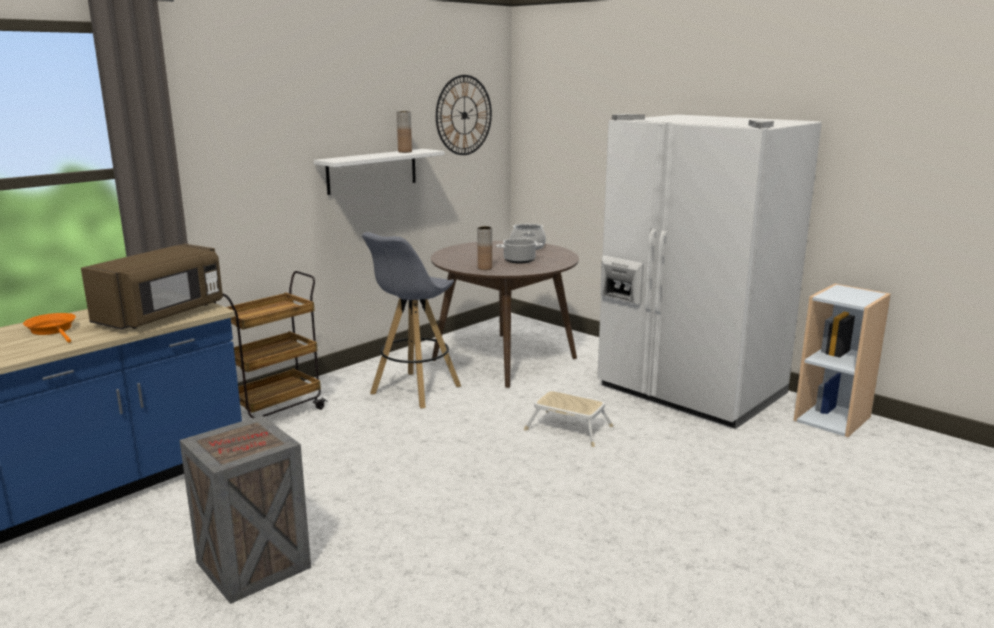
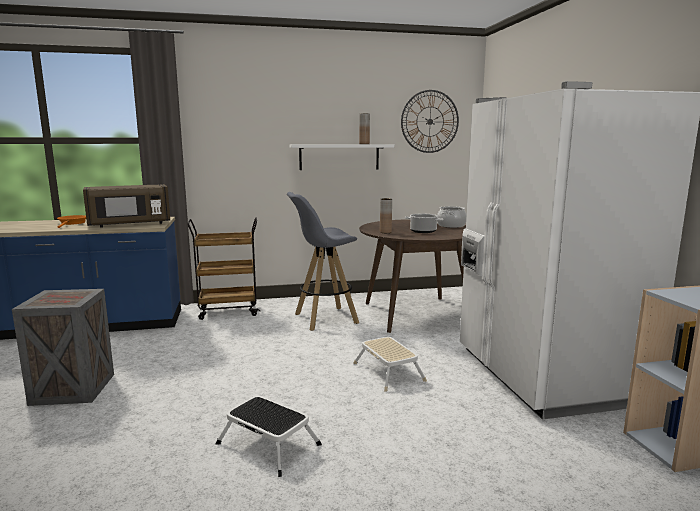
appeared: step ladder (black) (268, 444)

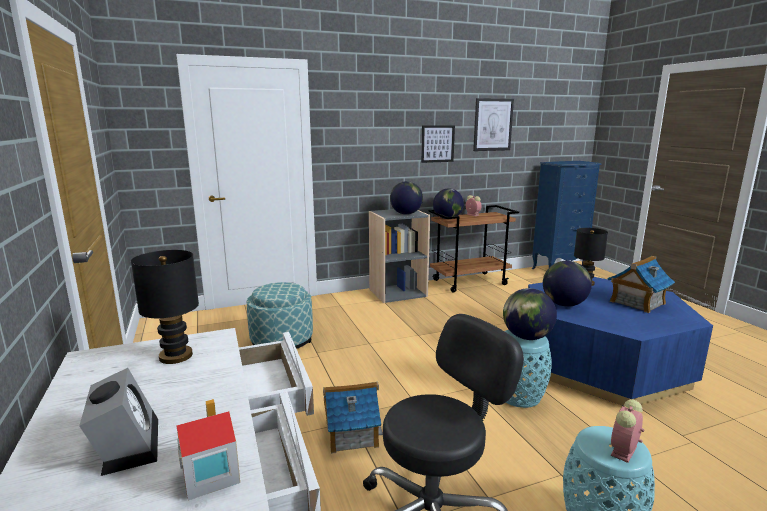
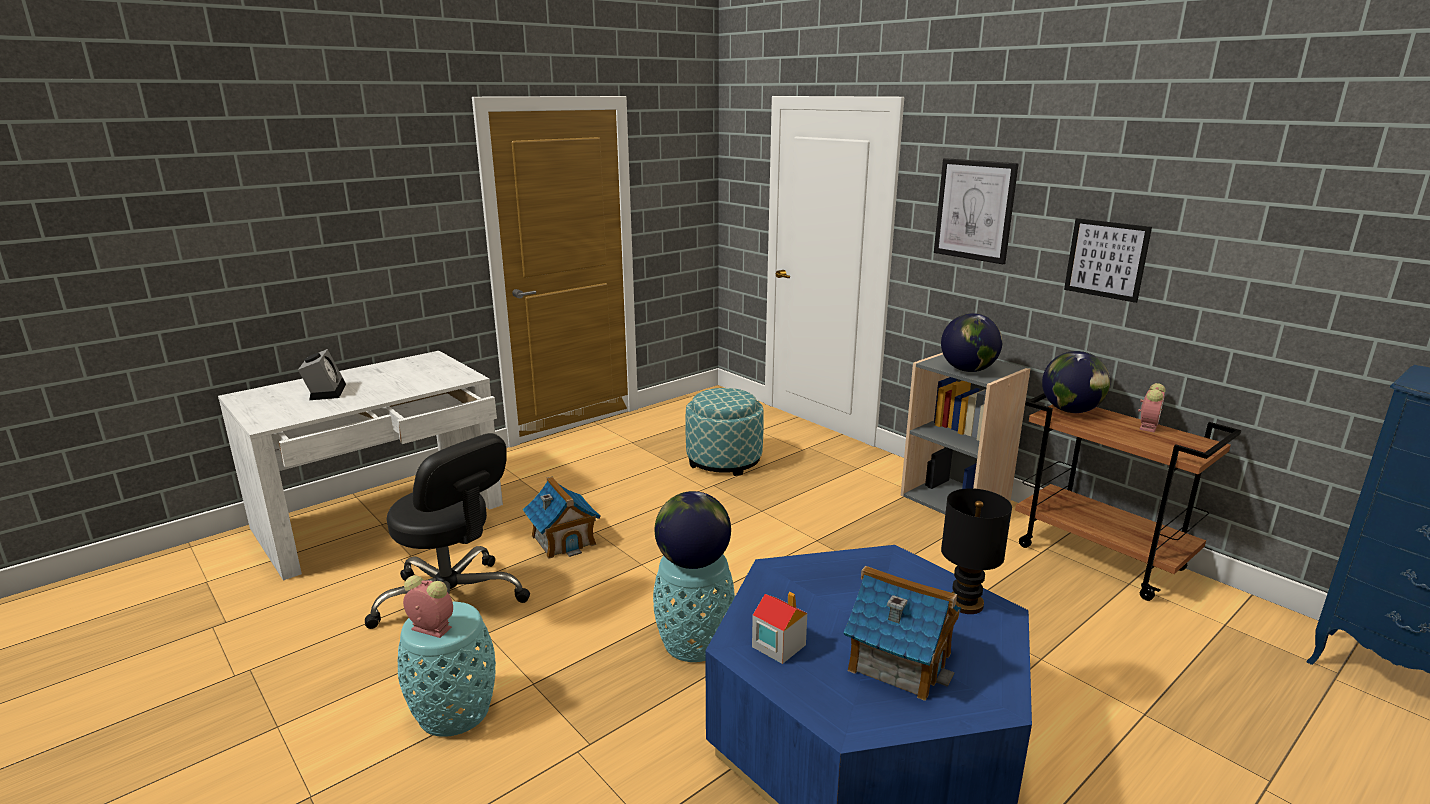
missing: table lamp (black) (175, 356); globe (564, 304)
relocated: toy house (209, 475) to (778, 645); picture (493, 124) to (974, 210)
spun: alarm clock (127, 444) = (325, 391) 60 degrees counterclockwise

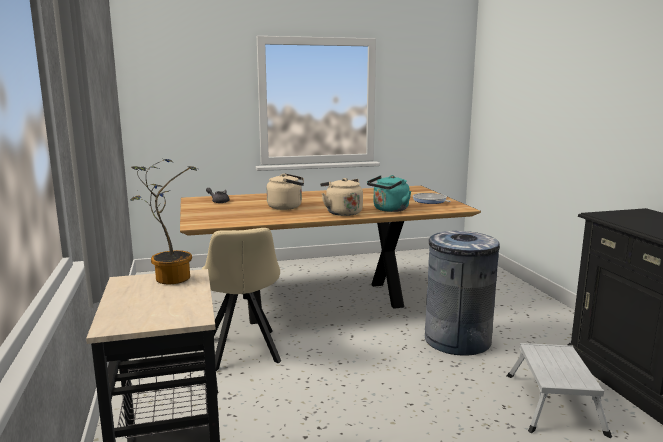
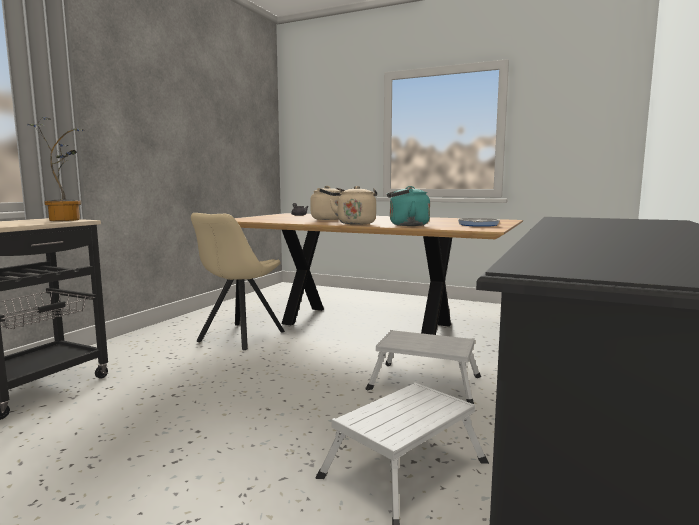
exchanged: trash can (grey) (457, 340) to step ladder (white) (426, 383)

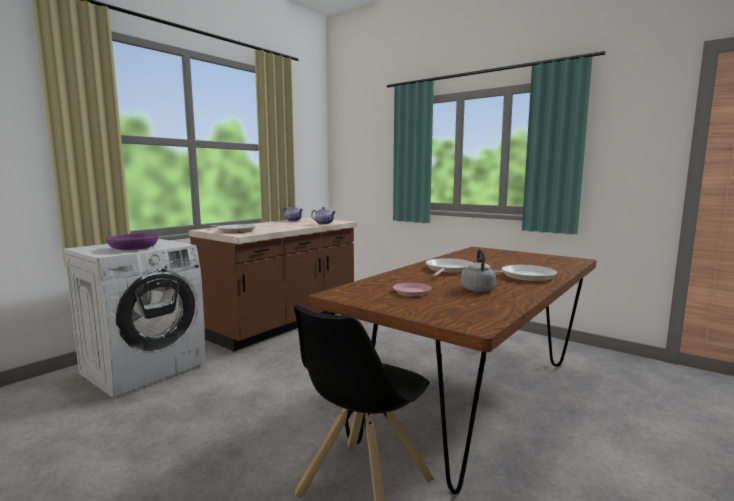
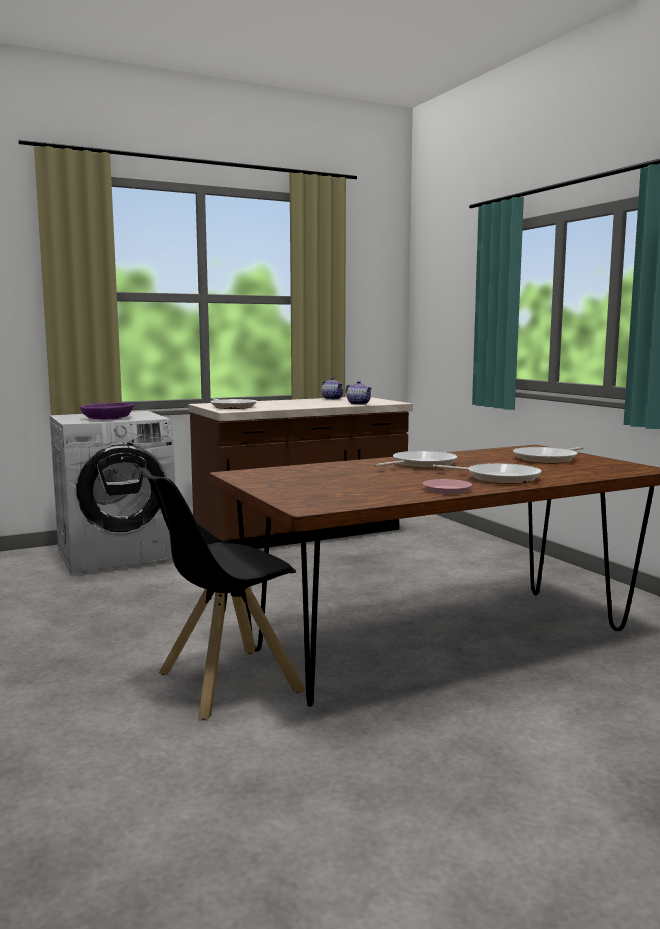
missing: kettle (grey) (477, 289)
appeared: frying pan (547, 459)
relocated: plate (pink) (411, 292) to (446, 490)

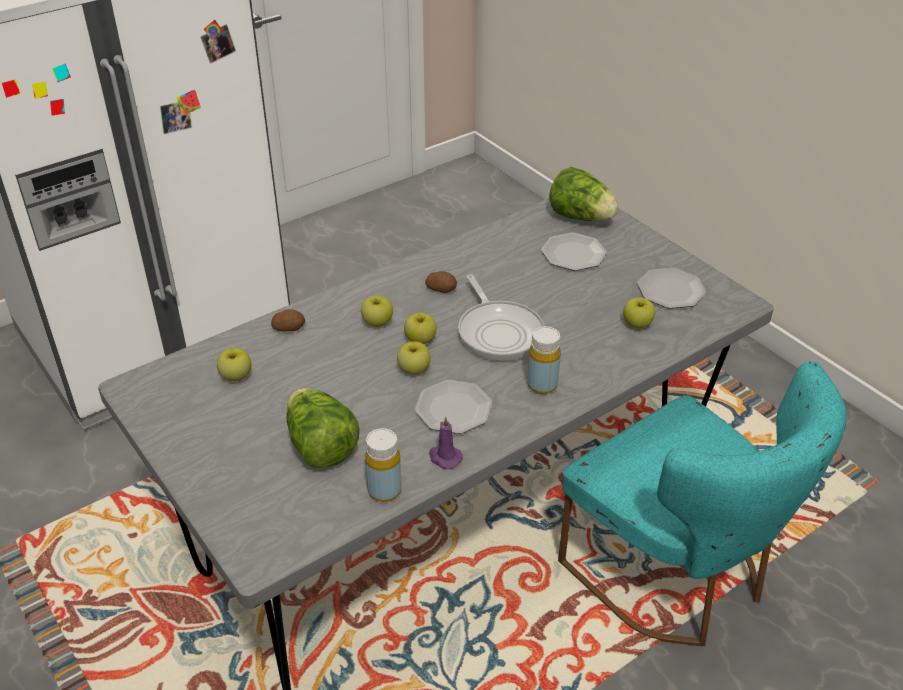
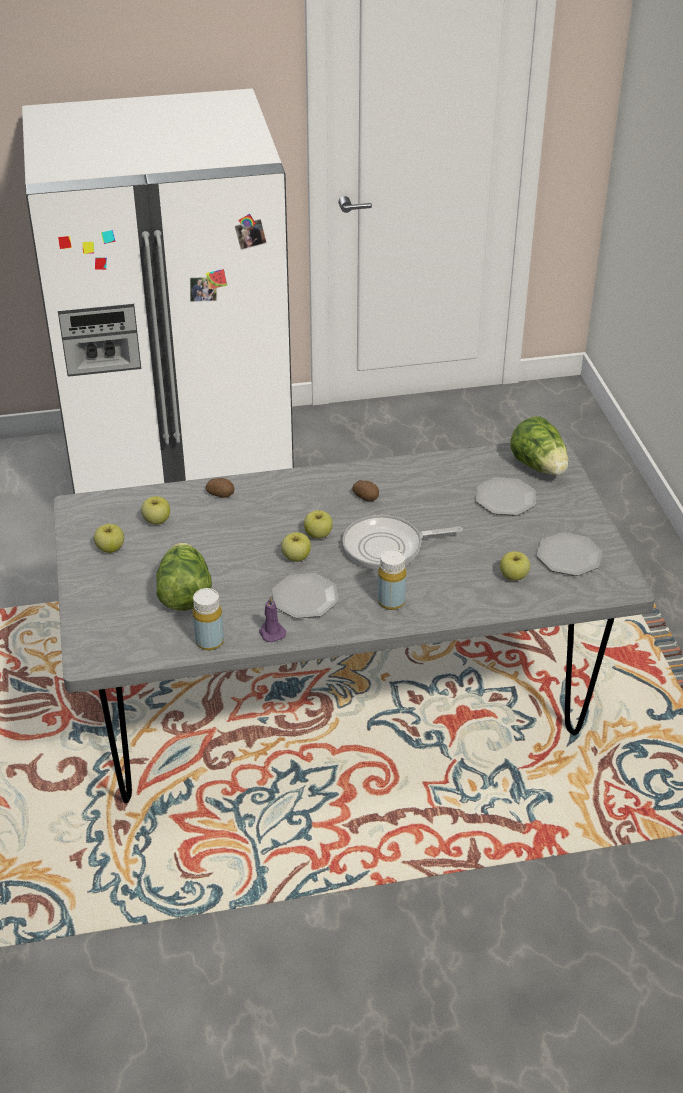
missing: chair (turquoise) (677, 577)
relocated: apple (377, 322) to (110, 548)
spun: frying pan (498, 332) = (388, 547) 75 degrees clockwise

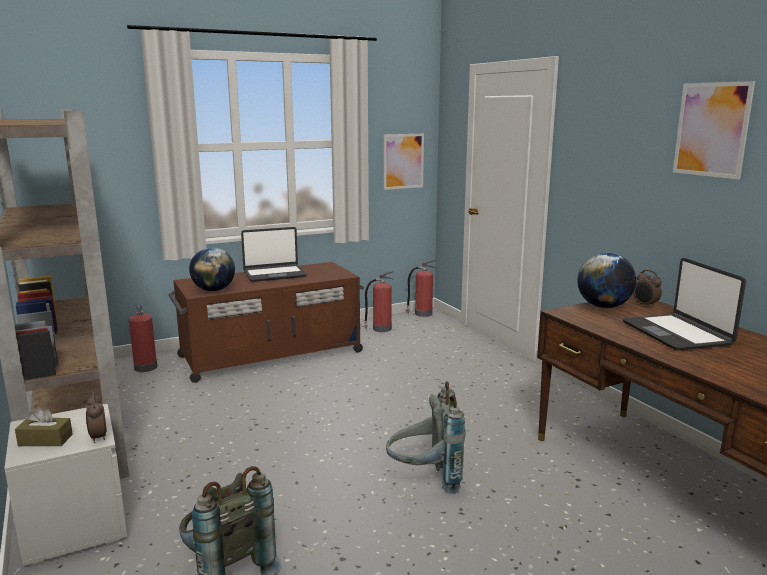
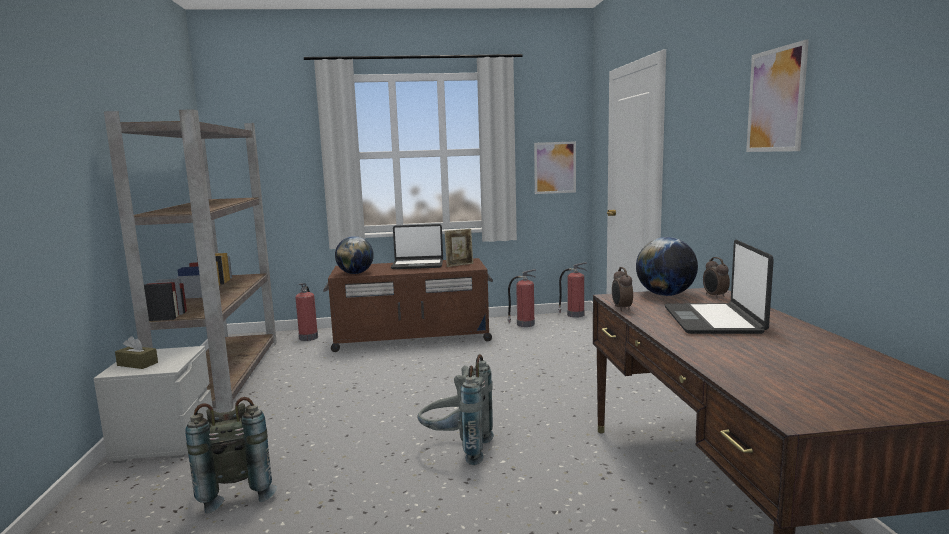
appeared: picture frame (459, 265)
relocated: alarm clock (98, 438) to (621, 308)

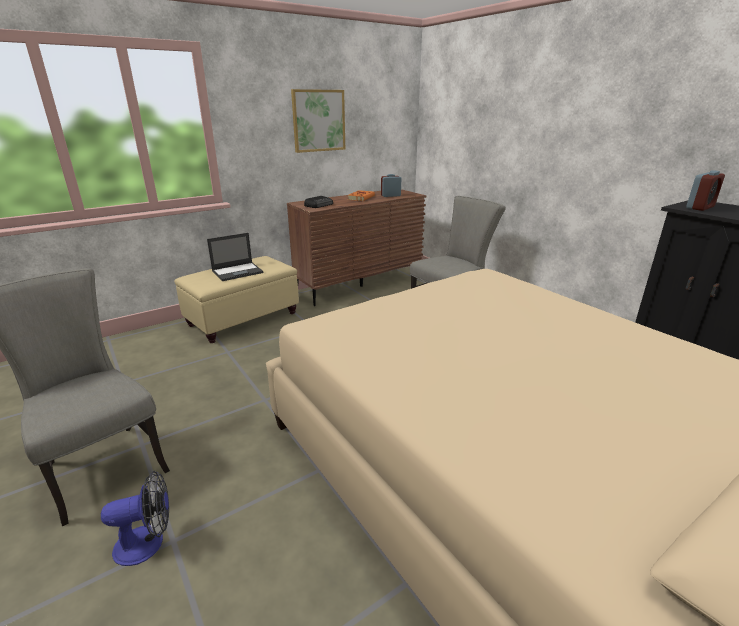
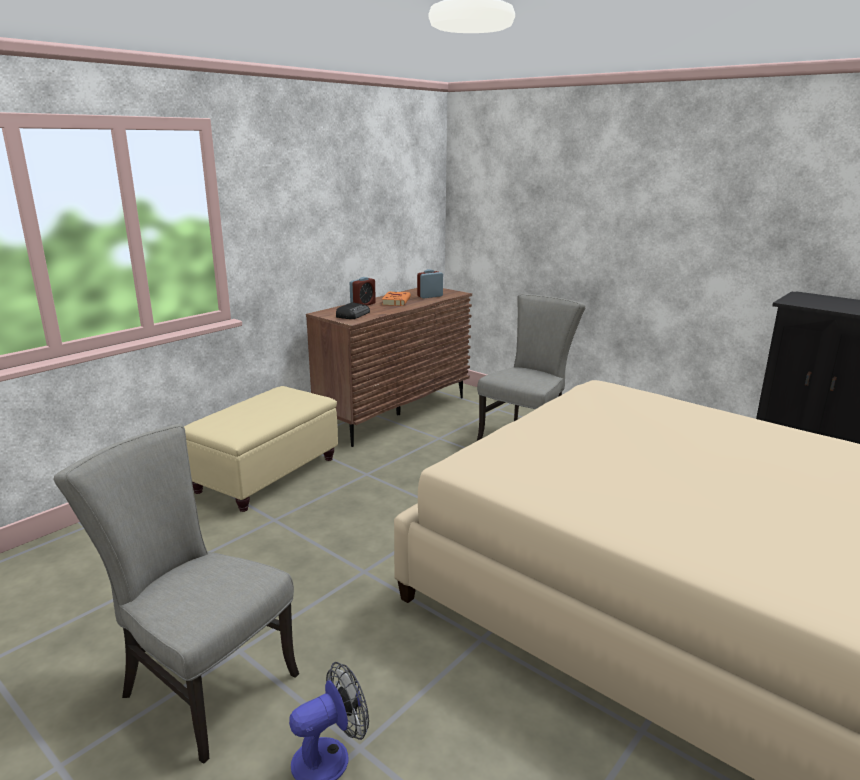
missing: laptop (238, 271); picture (318, 121)
relocated: alarm clock (700, 207) to (363, 304)

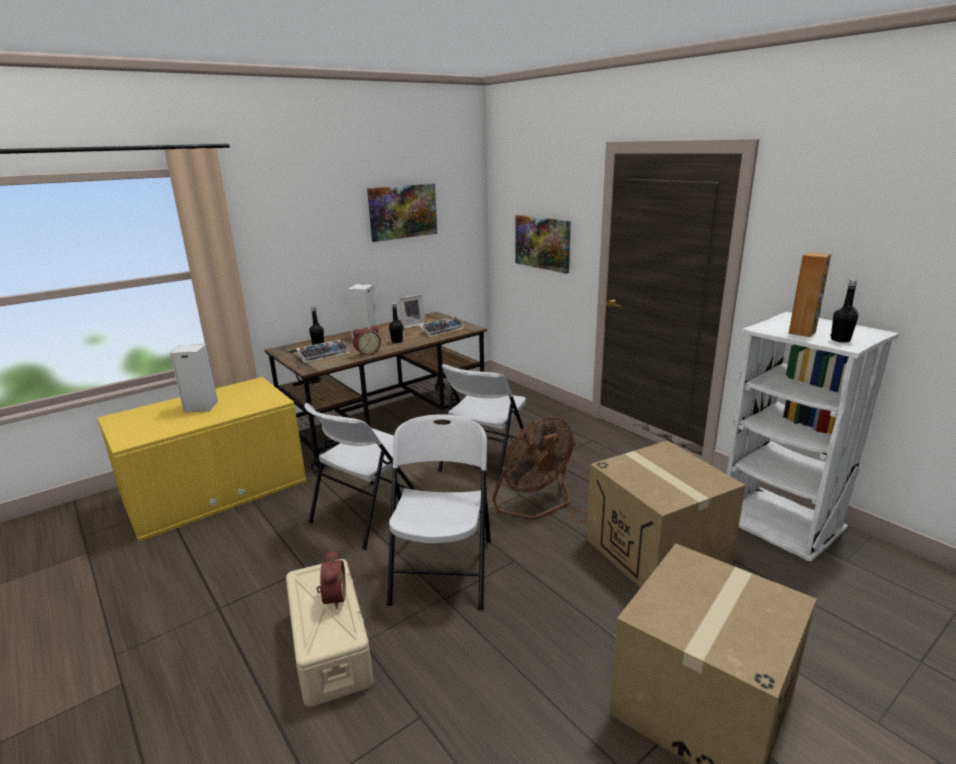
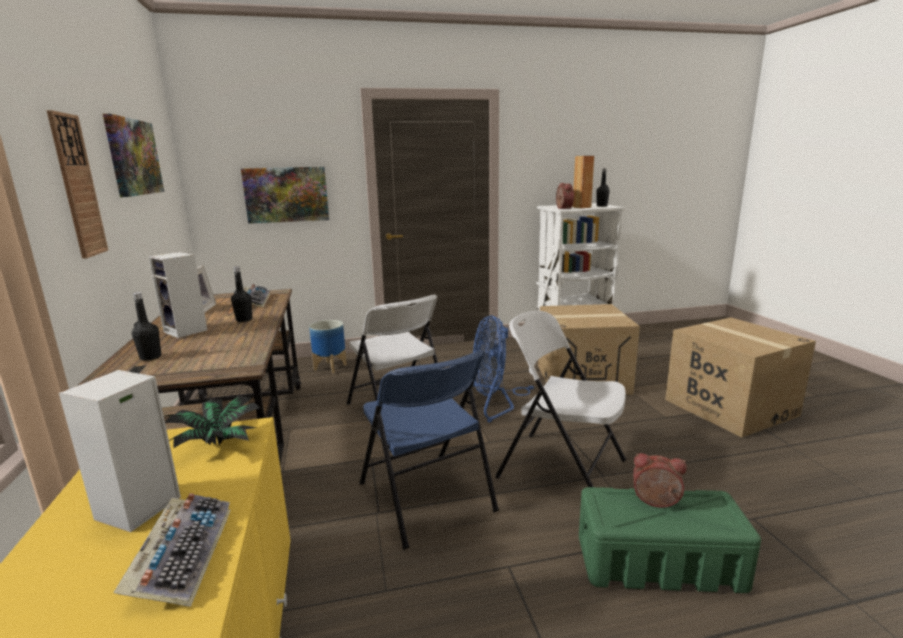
appeared: wall clock (77, 186); potted plant (218, 441); planter (330, 367)
relocated: keyboard (324, 354) to (182, 555); alarm clock (367, 353) to (562, 208)
colour: storage box (beige) (330, 646) to storage box (green) (657, 562); chair (white) (368, 513) to chair (blue) (425, 497); fan (brown) (546, 505) to fan (blue) (495, 399)

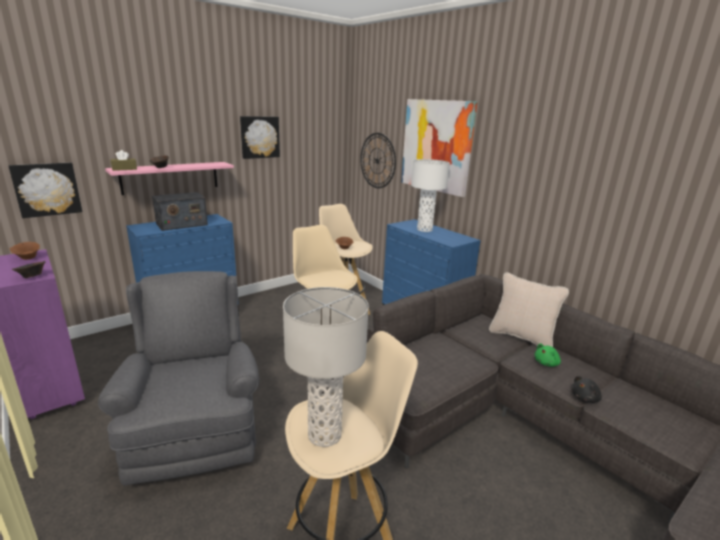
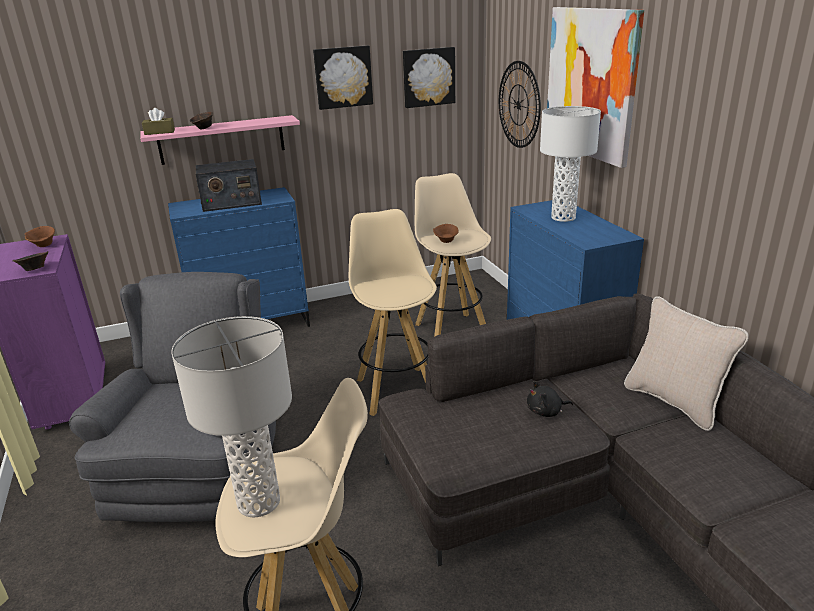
missing: plush toy (green) (547, 363)
relocated: picture (47, 189) to (428, 77); plush toy (black) (585, 398) to (546, 411)

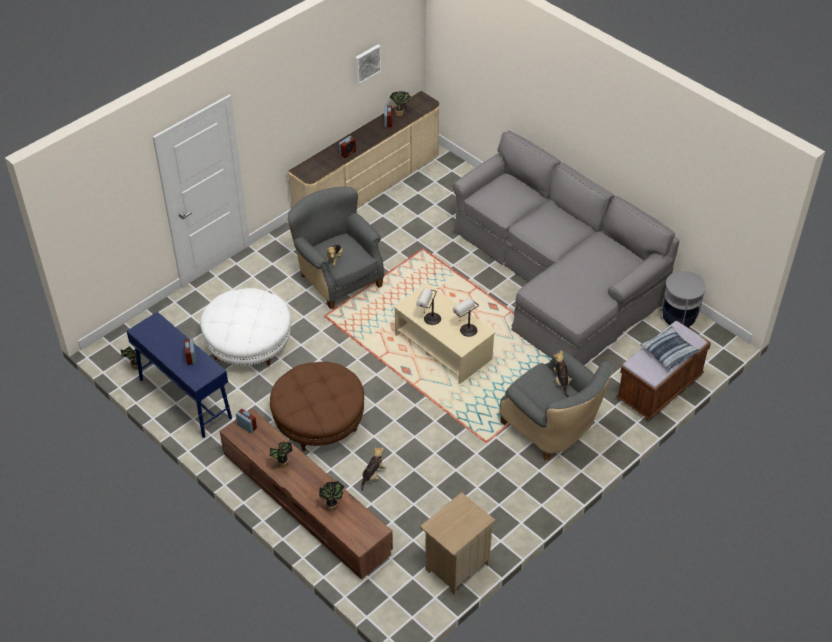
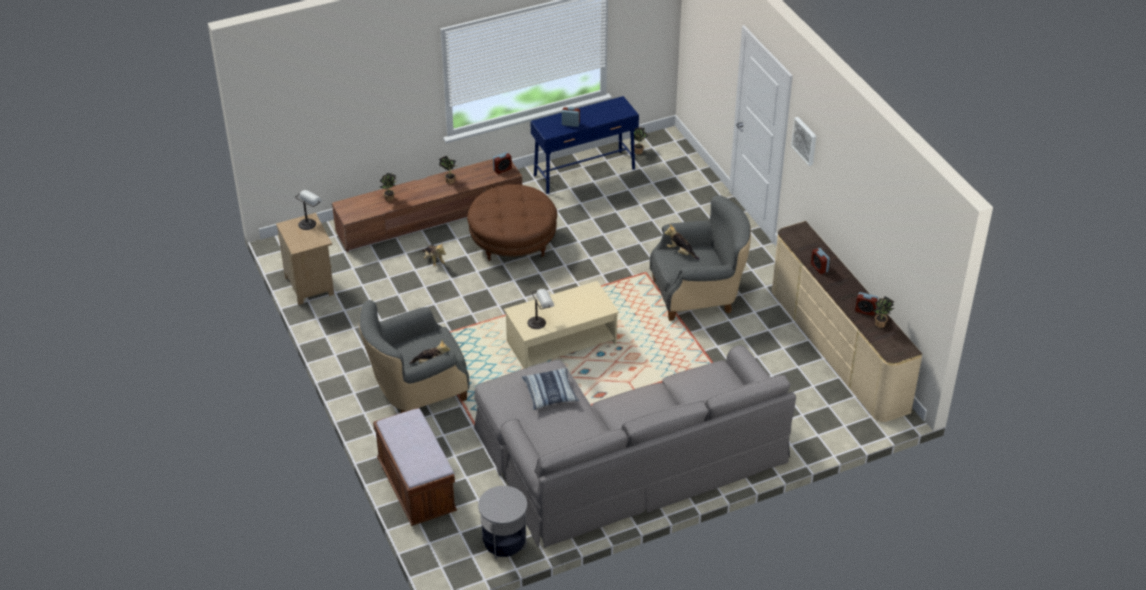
missing: ottoman (white) (248, 345)
relocated: picture (367, 63) to (805, 140); table lamp (428, 318) to (309, 222); pillow (669, 352) to (550, 394)

